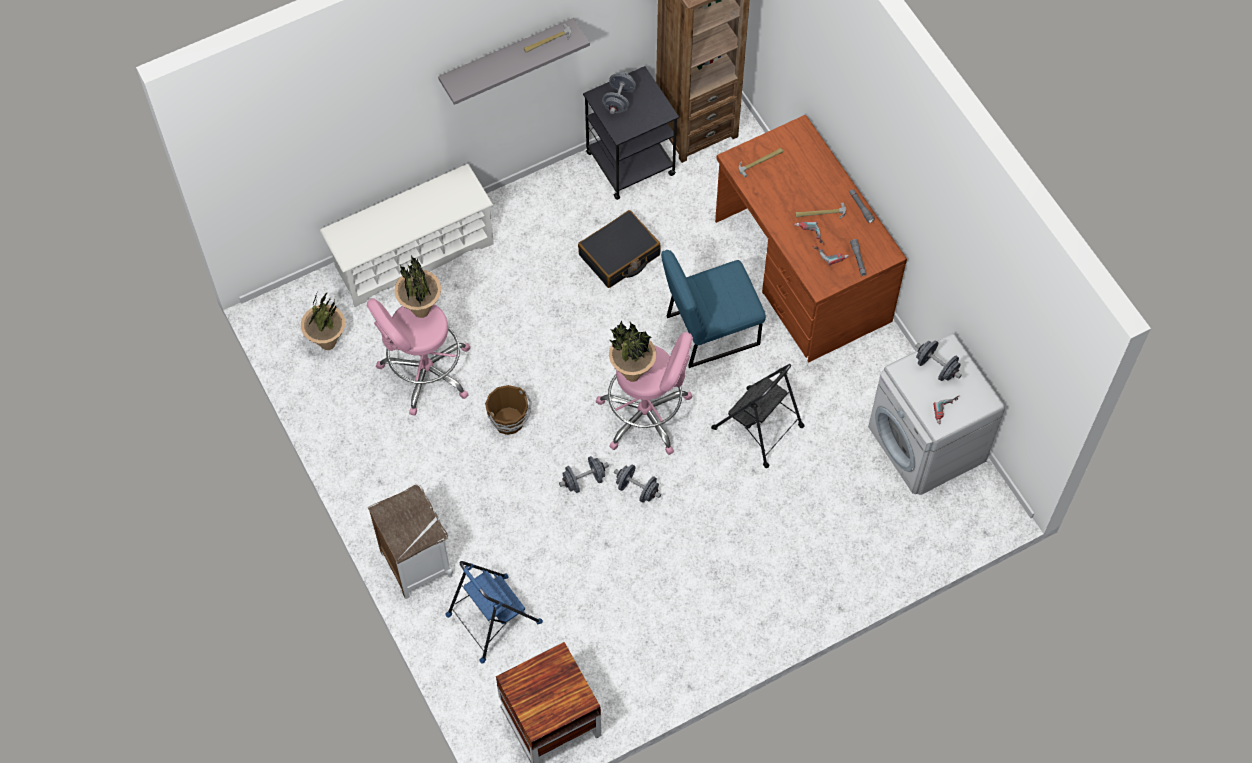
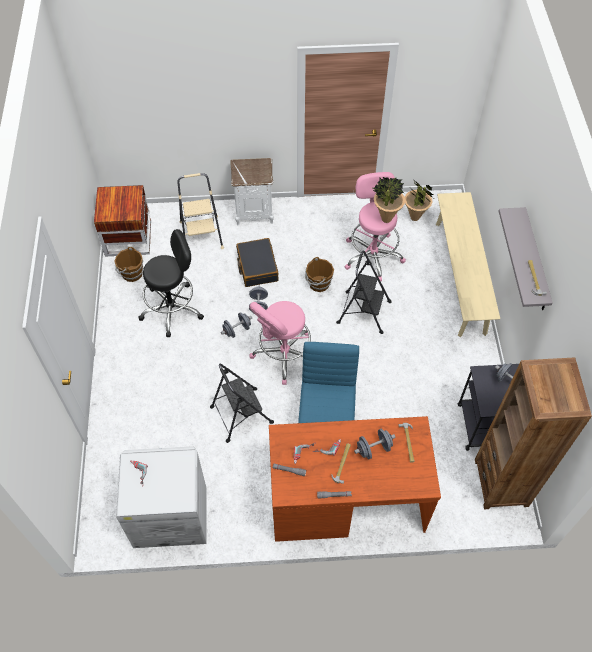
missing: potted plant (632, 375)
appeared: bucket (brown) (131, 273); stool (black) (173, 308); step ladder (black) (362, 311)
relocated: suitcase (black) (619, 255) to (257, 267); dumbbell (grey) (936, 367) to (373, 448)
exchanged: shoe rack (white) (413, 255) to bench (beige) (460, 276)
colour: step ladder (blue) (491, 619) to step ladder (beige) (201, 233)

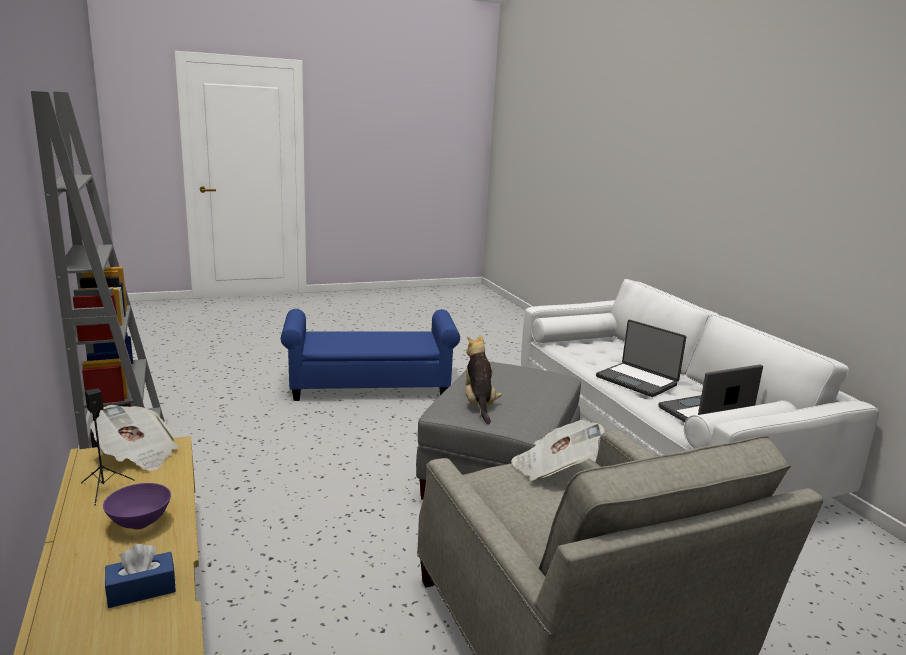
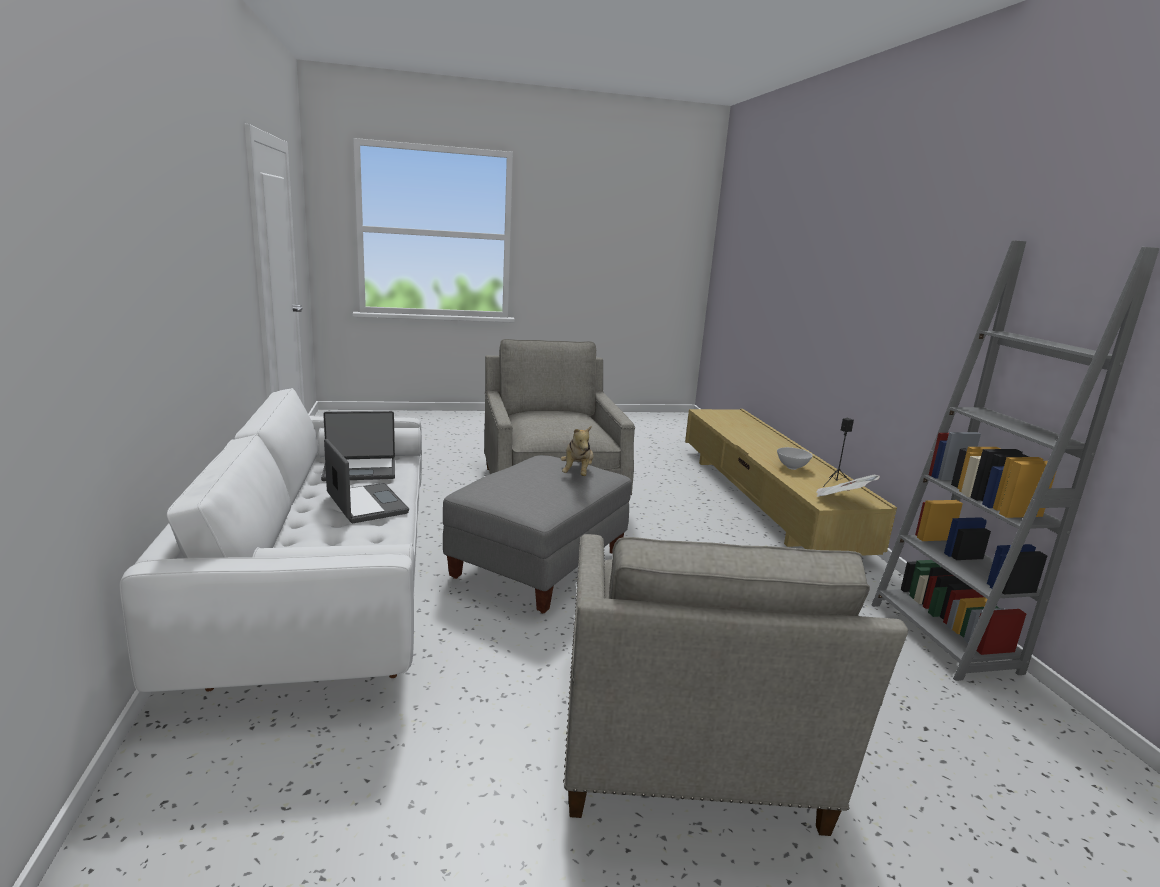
missing: tissue box (blue) (141, 590); newspaper (554, 469)
exchanged: ottoman (blue) (370, 387) to armchair (grey) (684, 736)
colour: bowl (purple) (140, 524) to bowl (white) (791, 467)

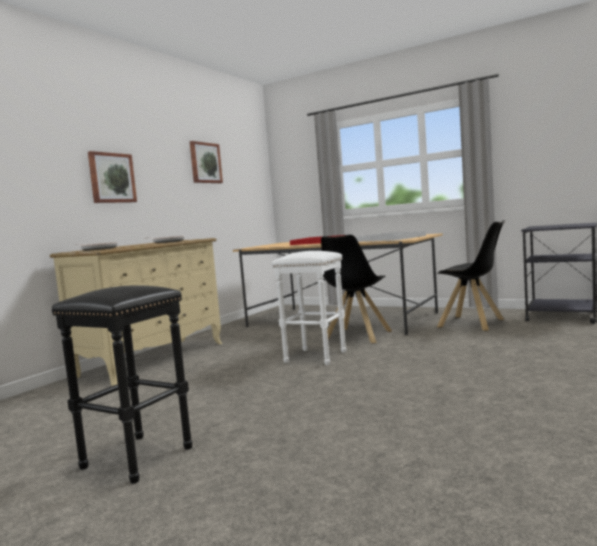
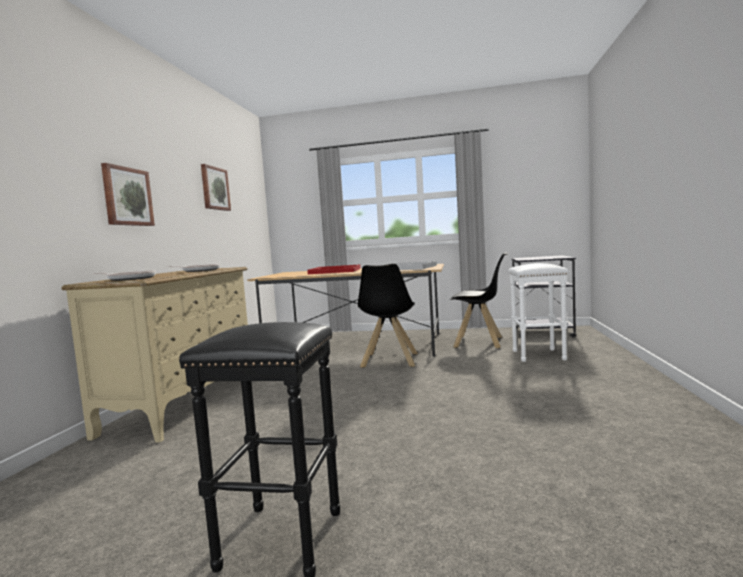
relocated: stool (white) (314, 357) to (537, 355)

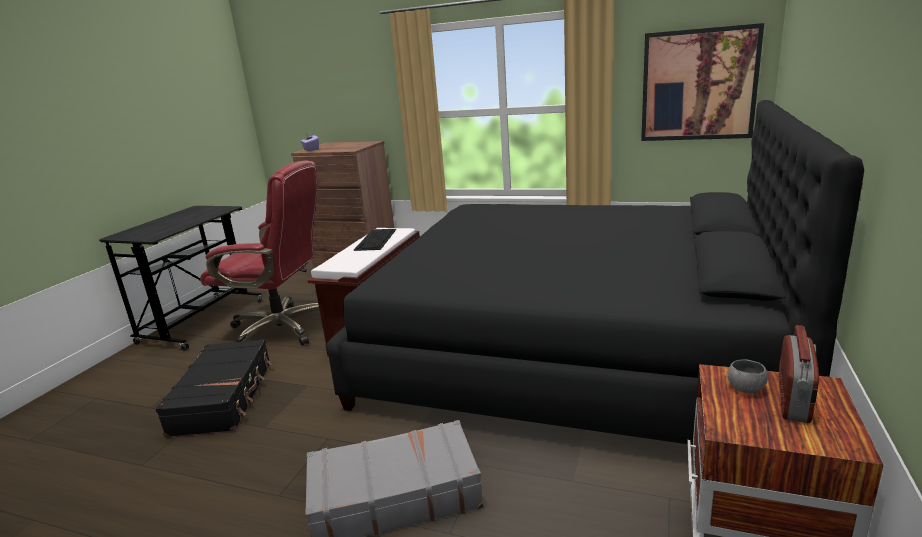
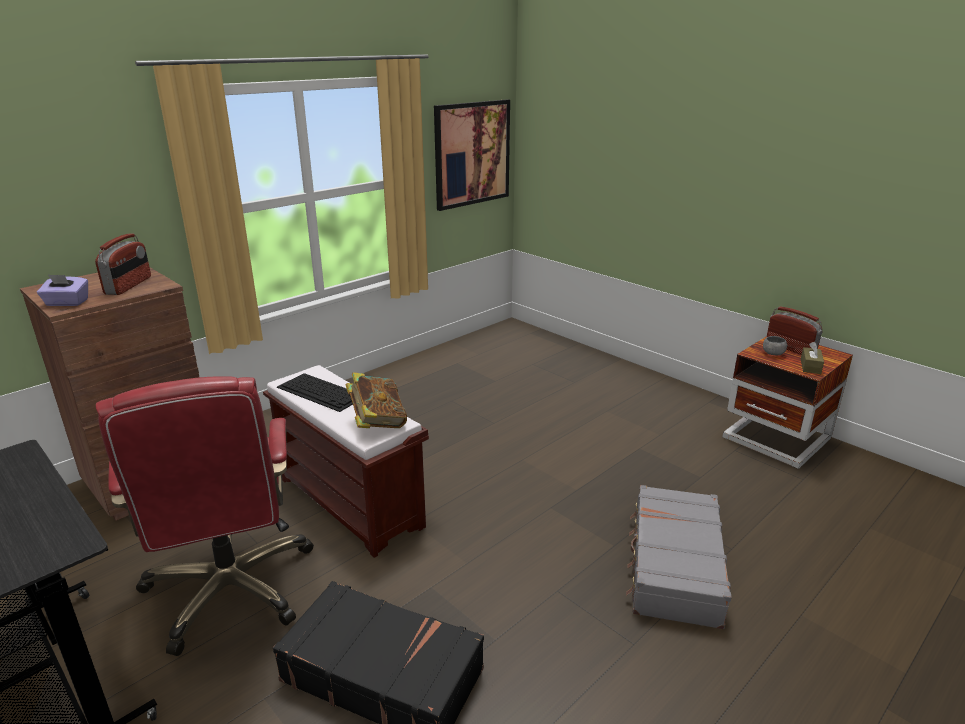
missing: bed (black) (574, 346)
appeared: radio (129, 285); book (377, 422); tissue box (brown) (810, 366)
spun: office chair (red) (281, 328) = (230, 587) 120 degrees clockwise

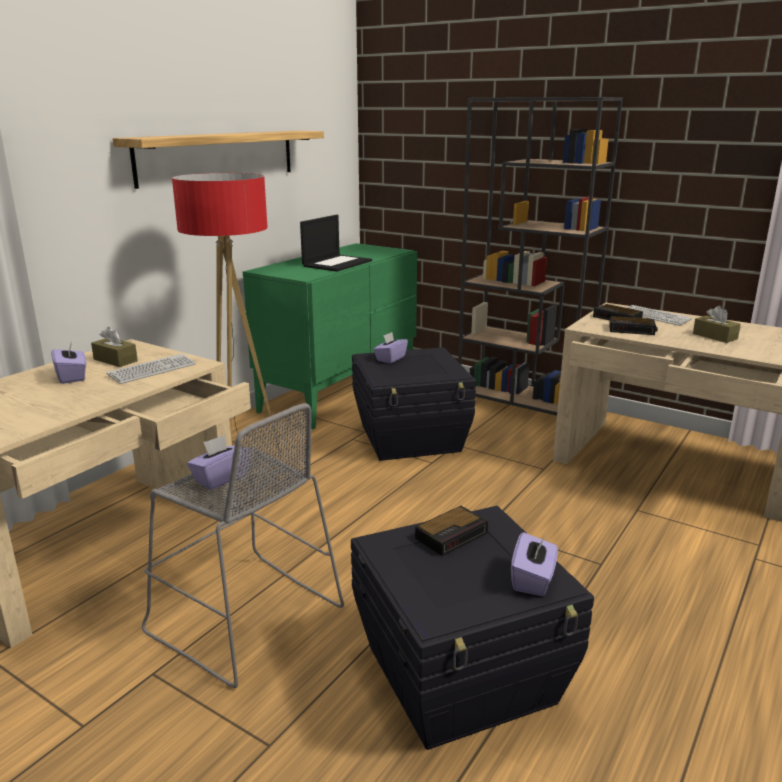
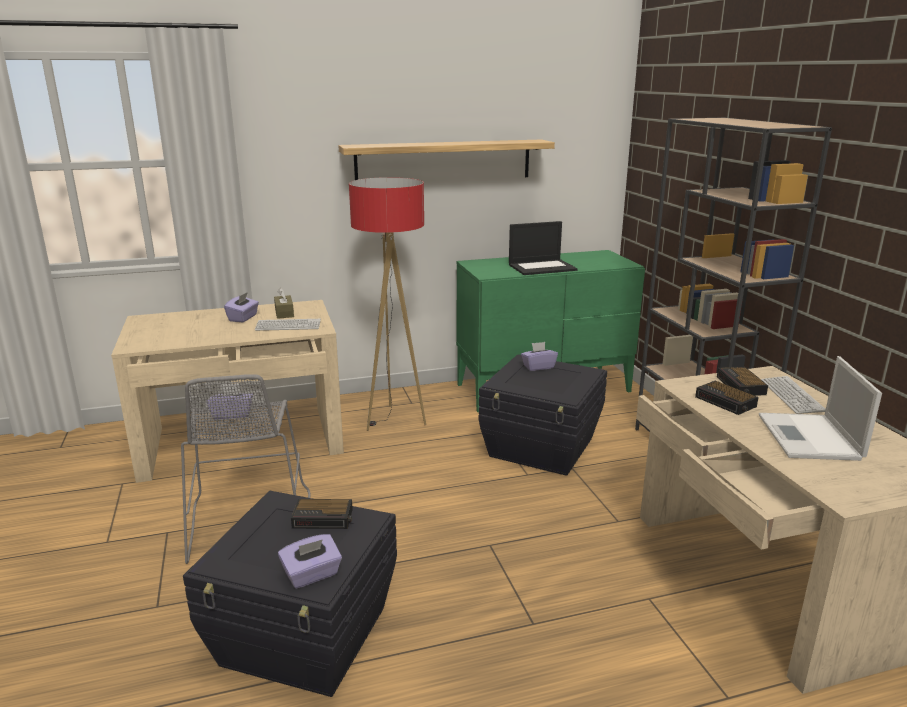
exchanged: tissue box (brown) (715, 336) to laptop (810, 438)

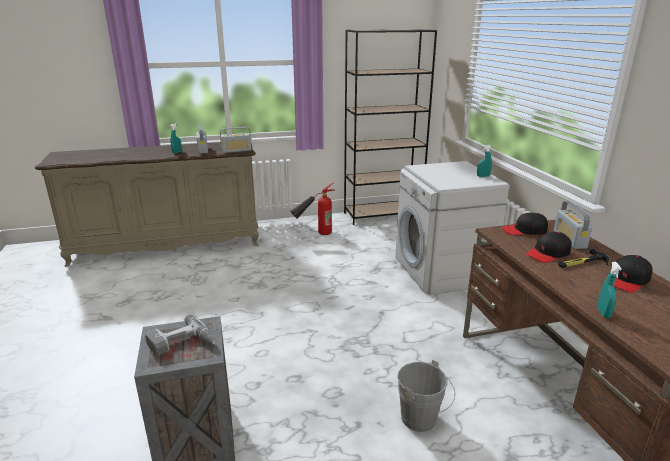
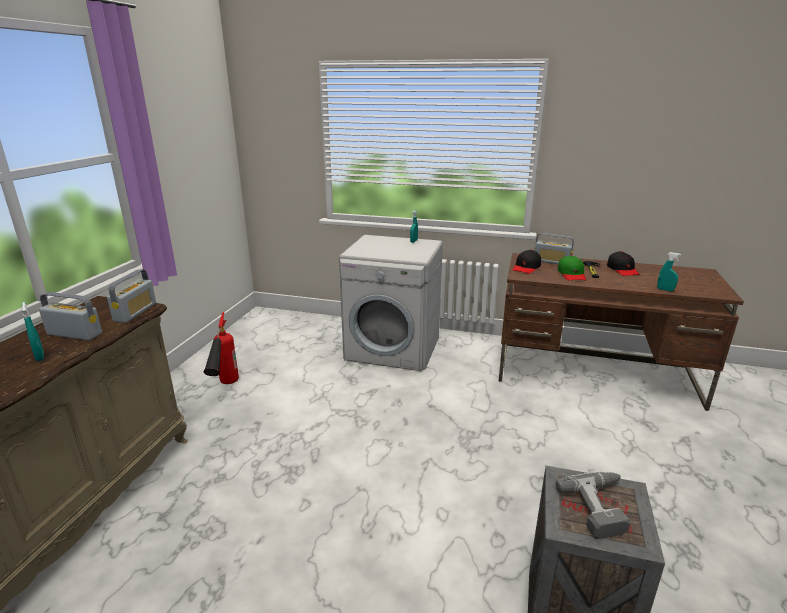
missing: bookcase (beige) (382, 215); bucket (grey) (422, 420)
colour: cap (black) (548, 254) to cap (green) (571, 274)

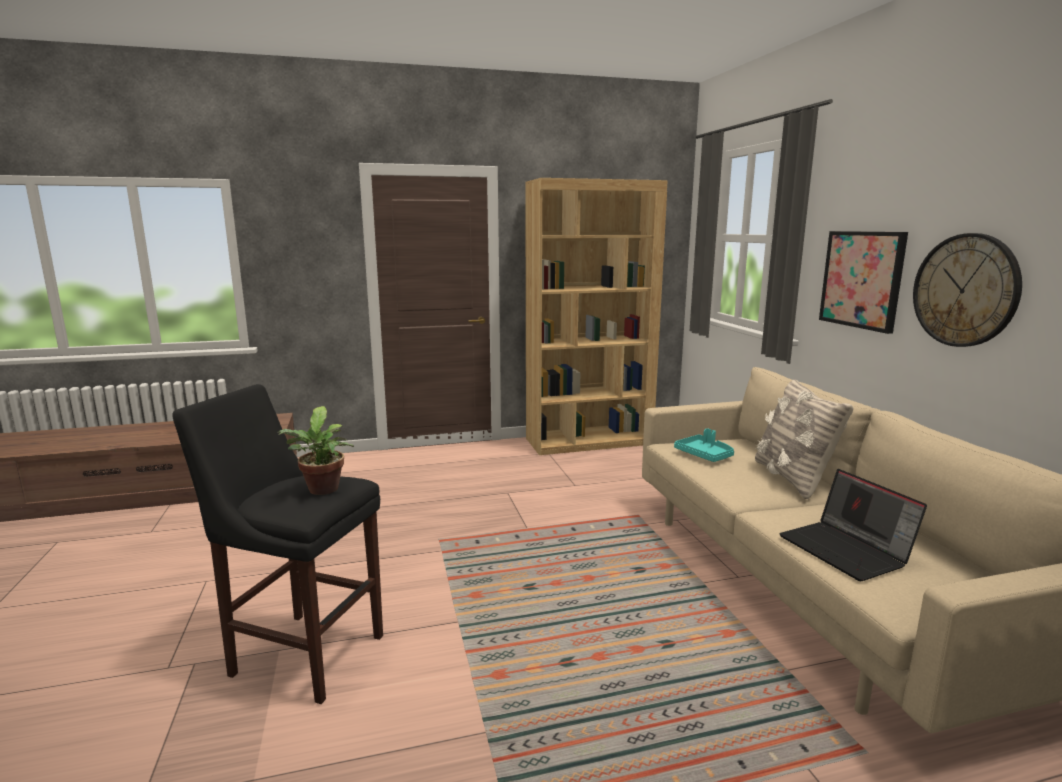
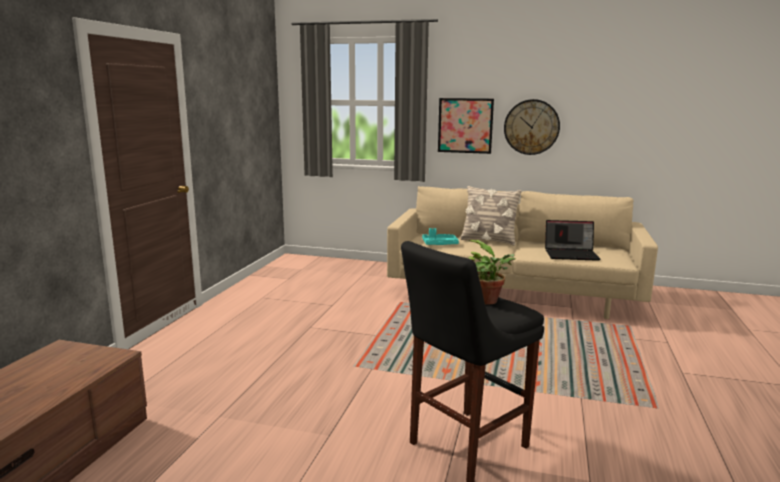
missing: bookcase (brown) (589, 441)

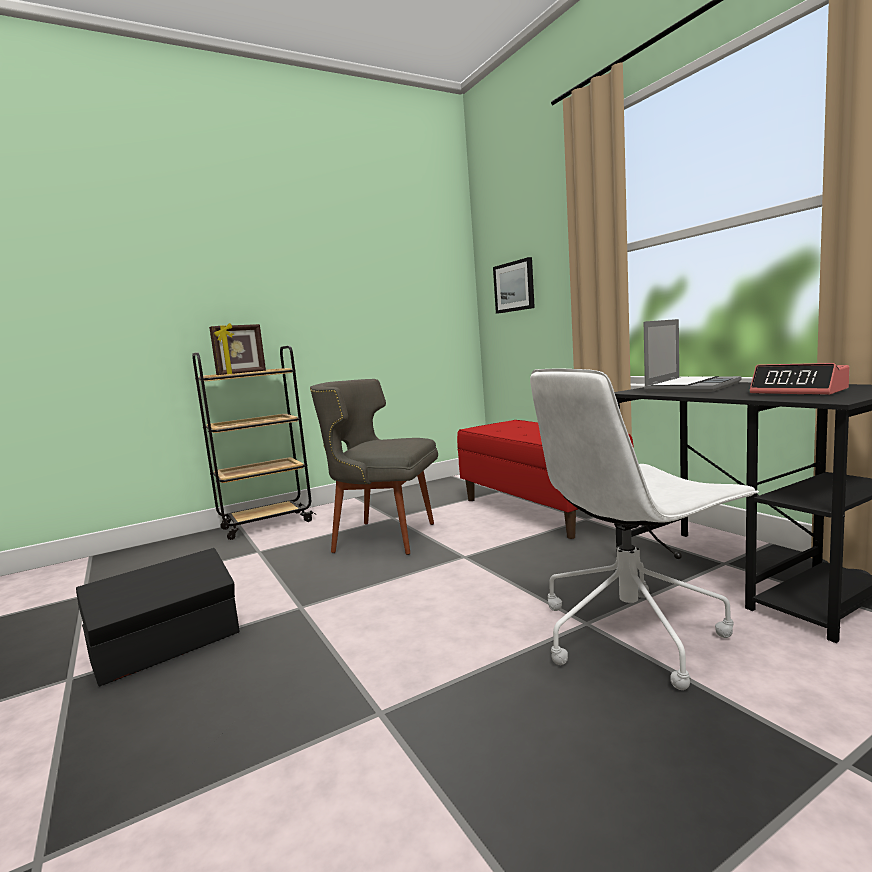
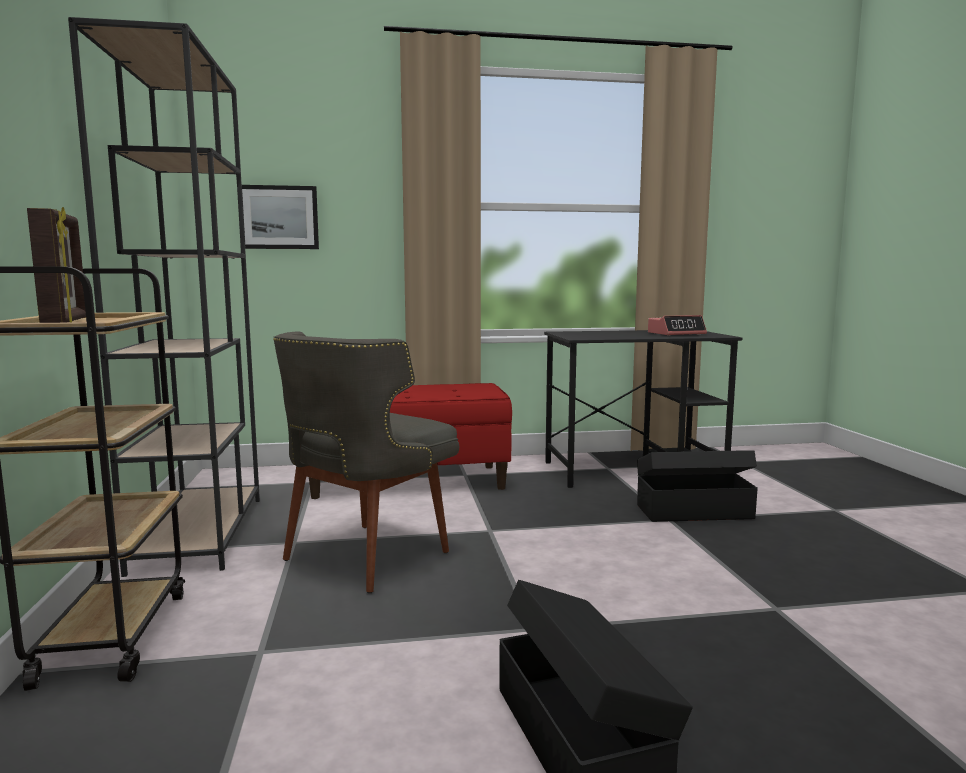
missing: laptop (691, 387)
appeared: bookcase (199, 533)
exchanged: office chair (white) (636, 632) to storage box (black) (692, 511)

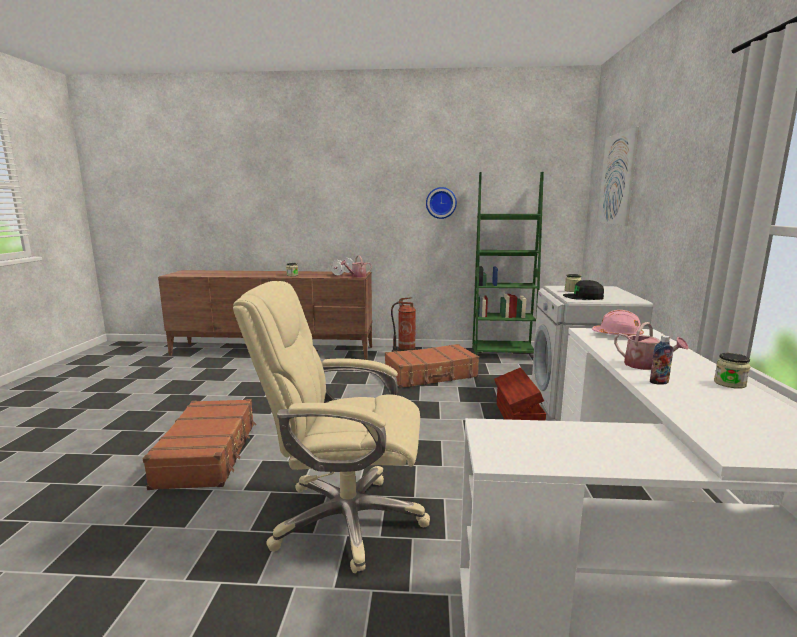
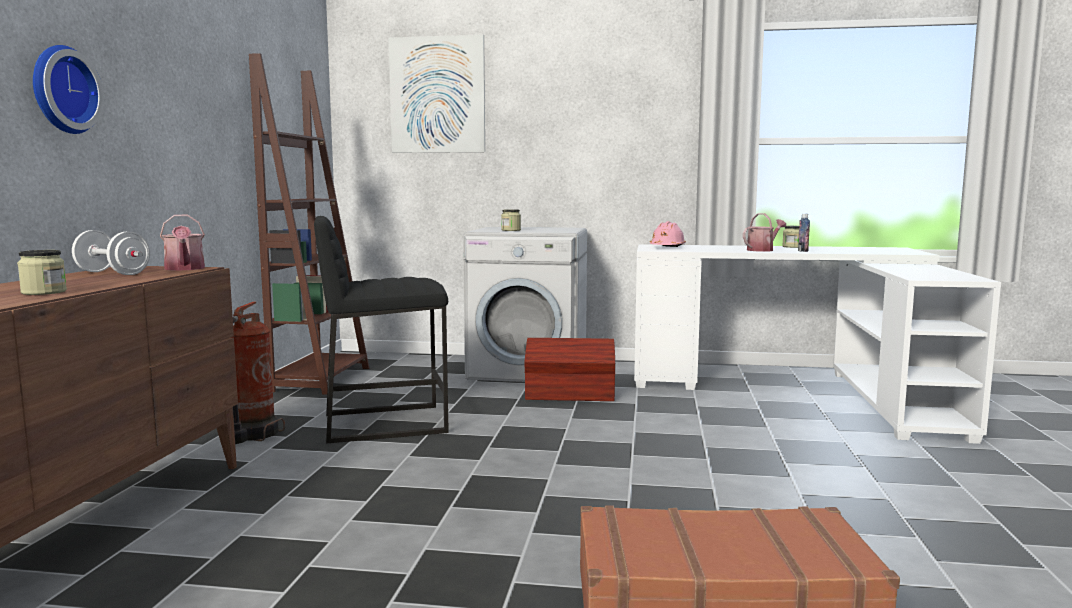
missing: office chair (beige) (345, 519); cap (black) (584, 297)
relocated: wall clock (441, 203) to (61, 90)
exchanged: suitcase (brown) (431, 375) to stool (black) (384, 423)
colour: bookcase (green) (503, 354) to bookcase (brown) (320, 379)

